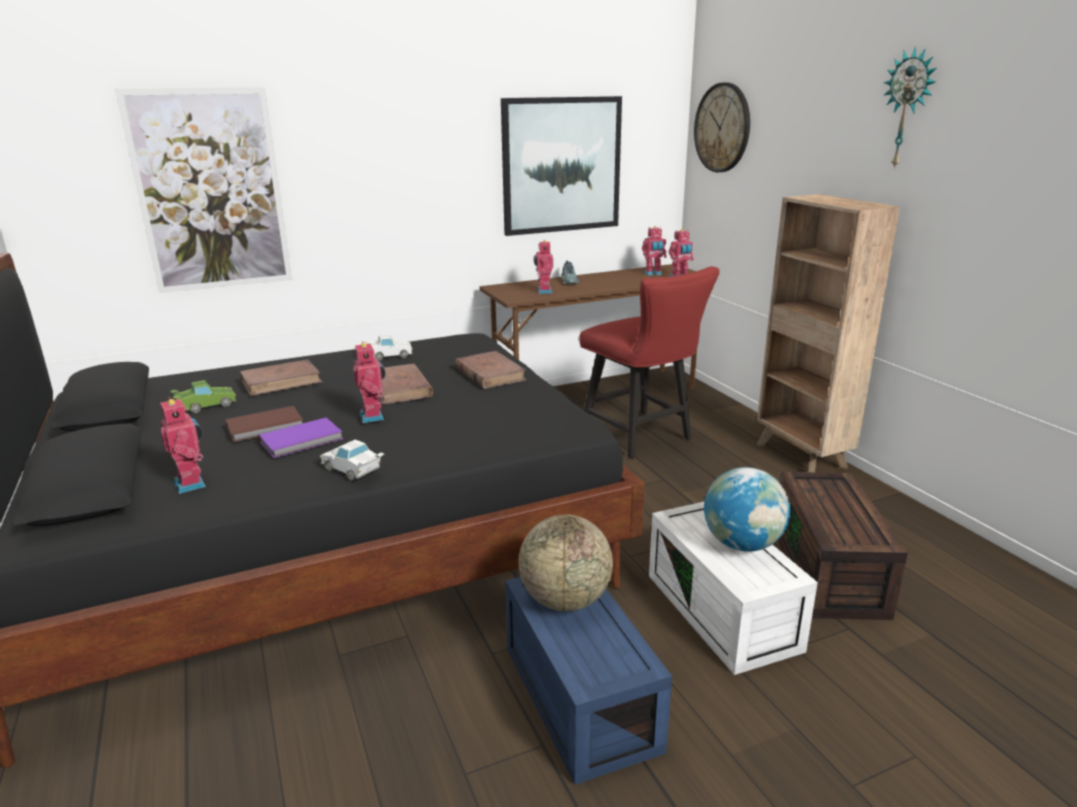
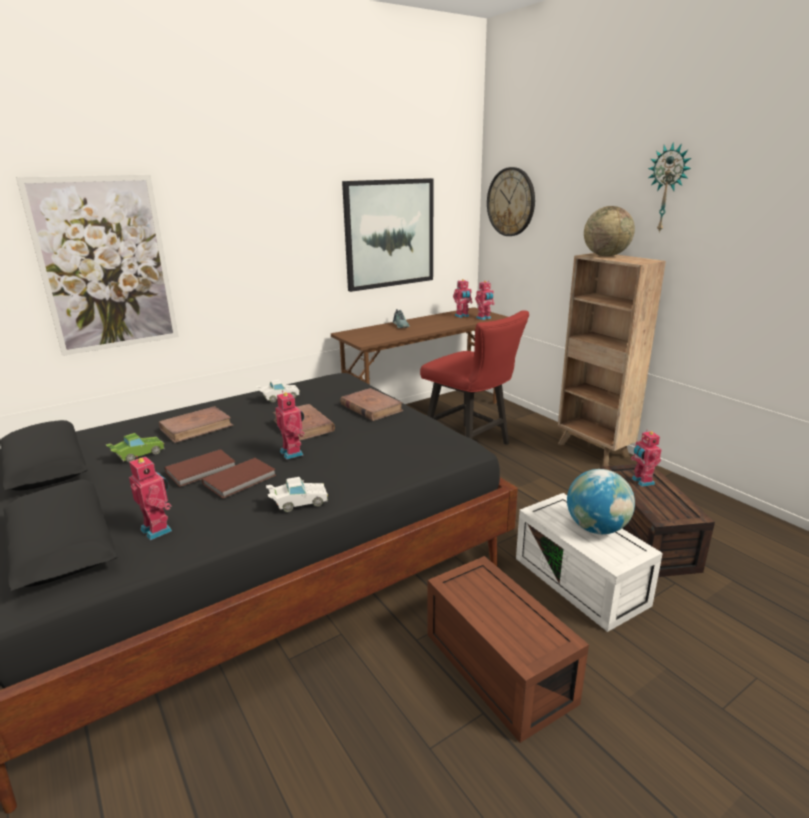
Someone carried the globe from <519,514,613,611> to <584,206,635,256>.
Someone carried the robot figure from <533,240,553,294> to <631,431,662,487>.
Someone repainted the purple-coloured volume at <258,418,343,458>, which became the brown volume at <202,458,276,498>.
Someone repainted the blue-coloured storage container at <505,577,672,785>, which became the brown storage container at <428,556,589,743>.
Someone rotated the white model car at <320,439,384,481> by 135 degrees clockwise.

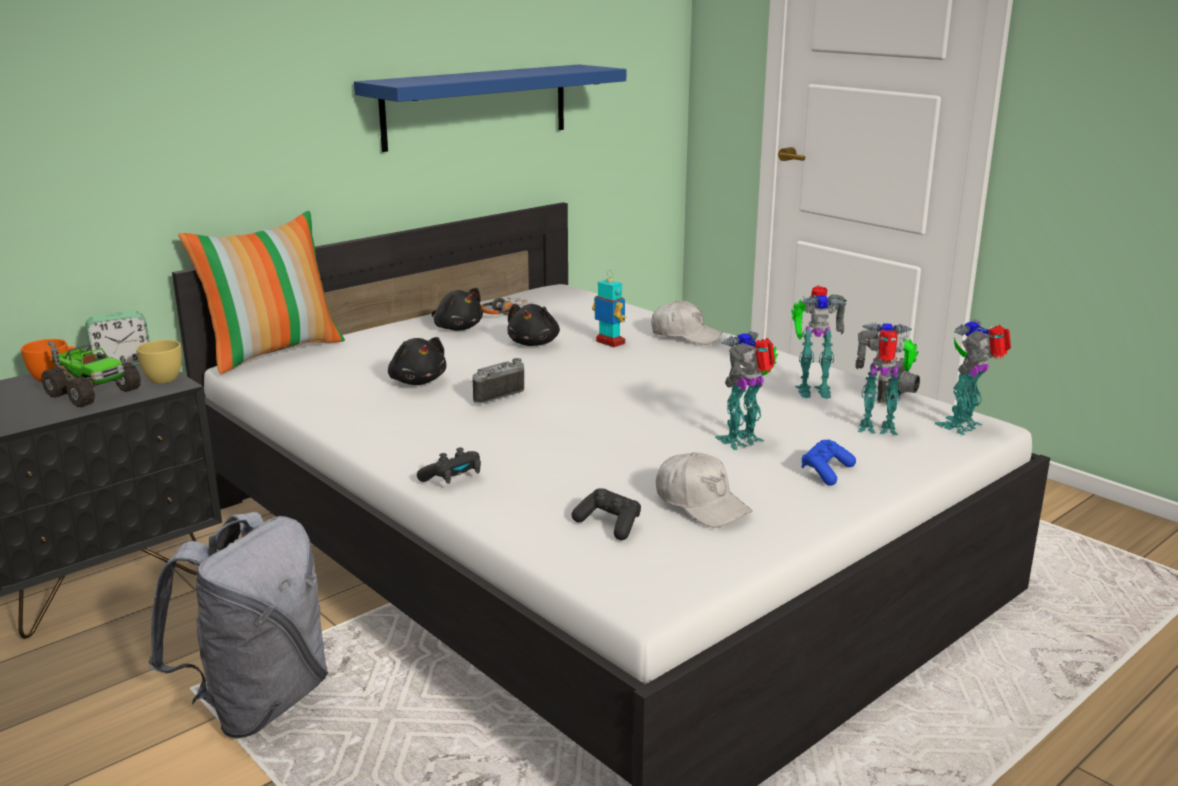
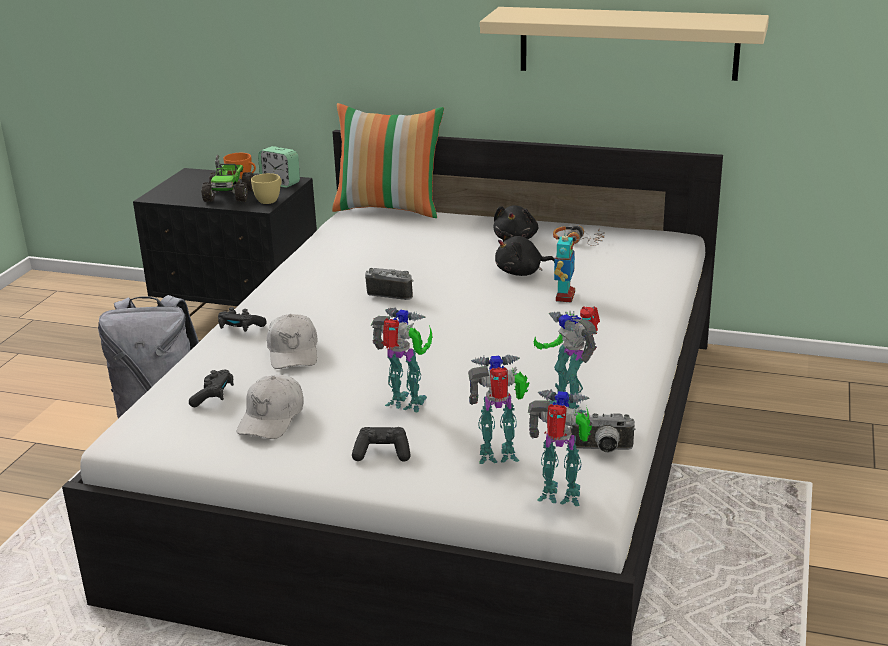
Someone took away the black-coloured cuddly toy at <388,337,446,385>.
Someone carried the white cap from <651,301,722,345> to <267,314,318,369>.
Someone repainted the blue-coloured bracket shelf at <354,64,626,152>, which became the sand-coloured bracket shelf at <480,7,769,81>.
Someone repainted the blue-coloured gamepad at <801,439,856,486>, which became the black-coloured gamepad at <352,427,410,462>.
Someone rotated the robot figure at <855,322,918,435> by 75 degrees counterclockwise.

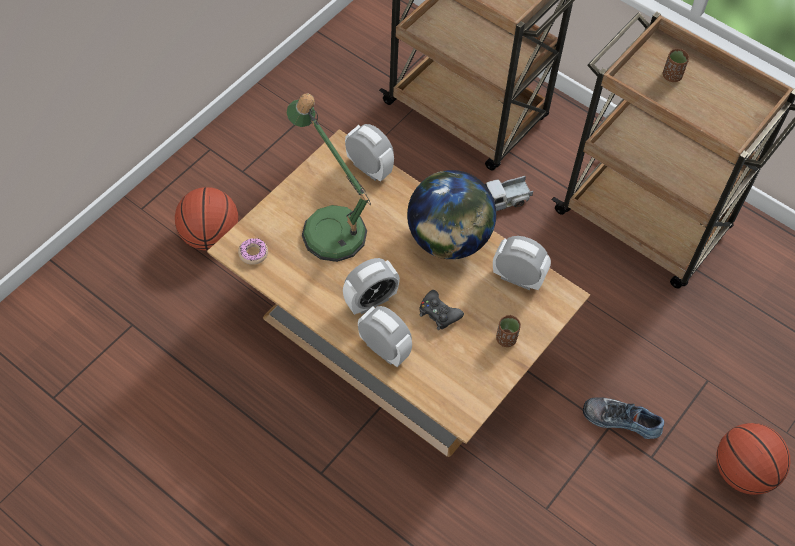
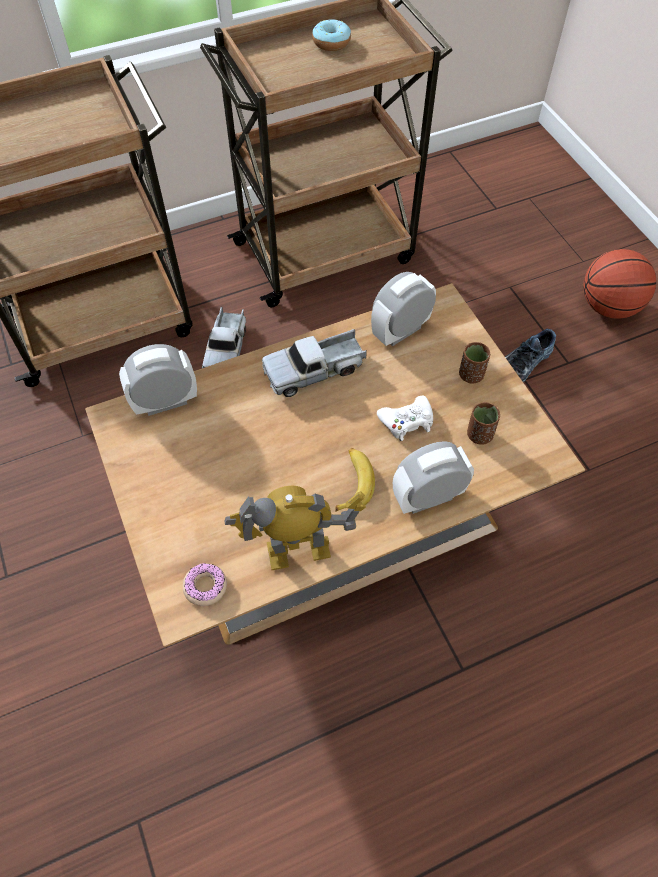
Someone took away the basketball ball at <175,187,239,251>.
Someone took away the tabletop lamp at <286,93,371,262>.
Someone put down the robot figure at <224,486,366,570>.
Someone put down the donut at <312,19,351,51>.
Someone carried the brown small cup from <663,49,689,82> to <467,402,500,445>.
Someone swapped the alarm clock at <343,258,400,315> for the banana fruit at <335,448,375,512>.
Someone swapped the globe at <407,170,496,259> for the toy truck at <262,329,367,397>.
Someone repainted the black-coloured gamepad at <419,290,464,330>, which became the white gamepad at <377,396,433,441>.

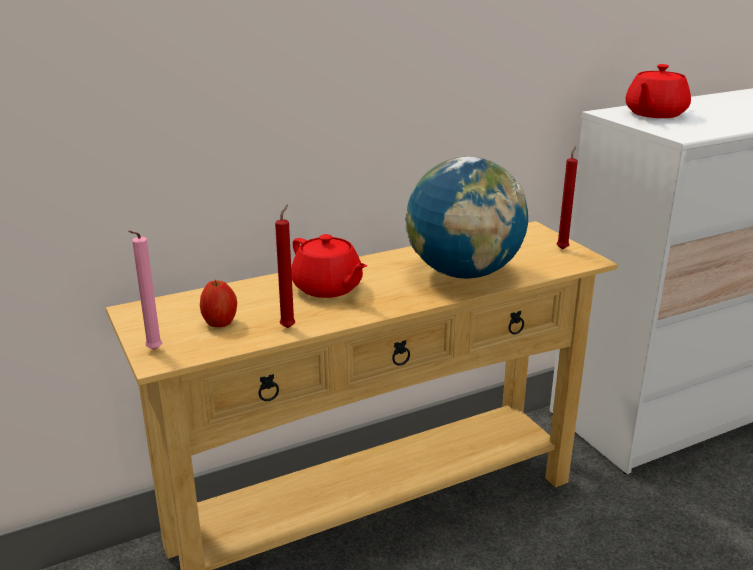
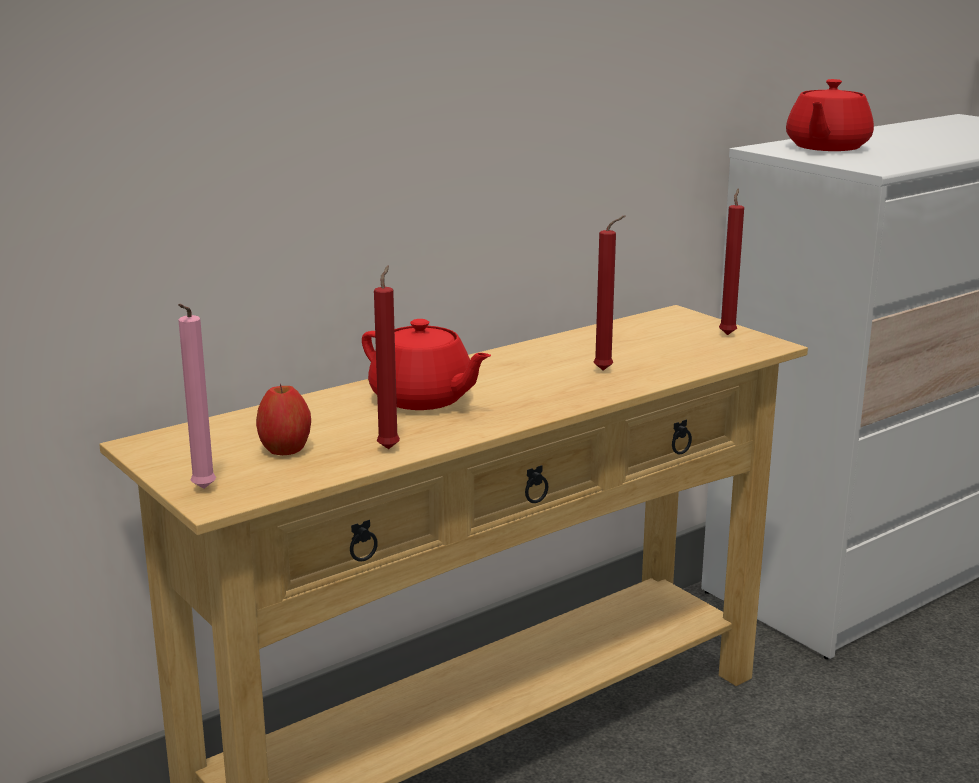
Someone swapped the globe at <405,157,528,279> for the red wax light at <594,215,625,370>.

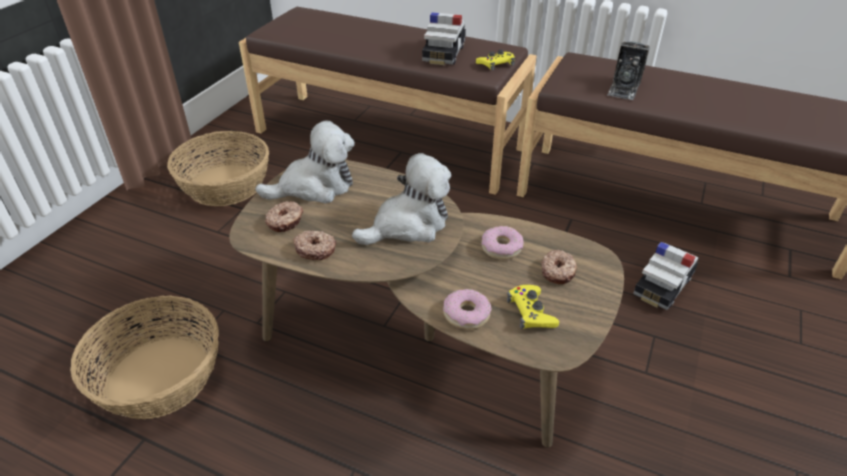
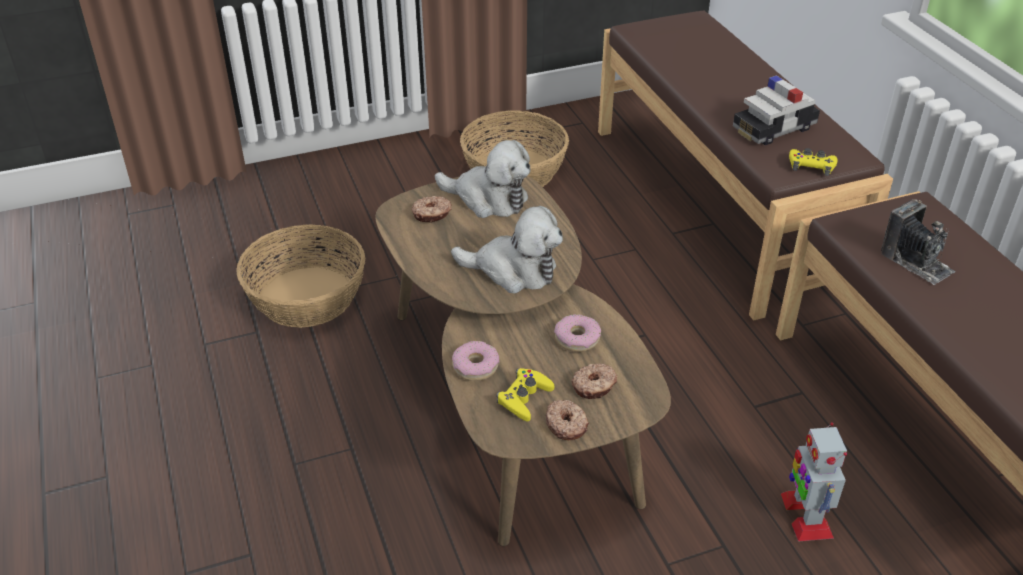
Someone carried the donut from <294,231,336,260> to <546,400,589,440>.
Someone swapped the model car at <633,242,699,310> for the robot figure at <781,422,847,542>.
Someone rotated the photo camera at <607,41,650,100> by 105 degrees counterclockwise.

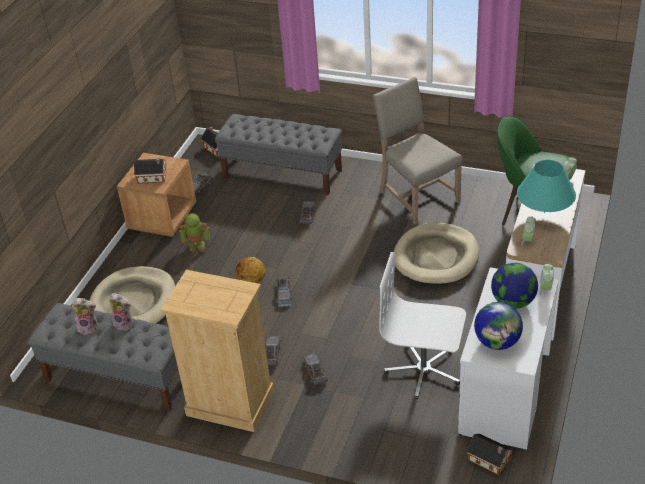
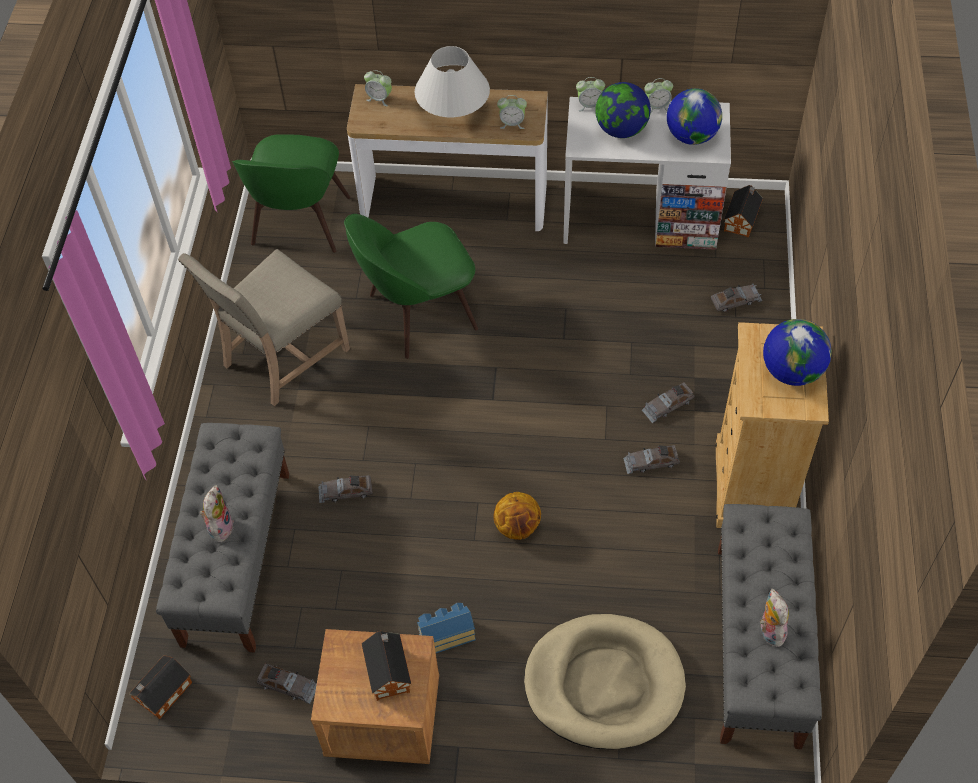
Someone took away the white computer chair at <379,252,466,399>.
Someone put down the alarm clock at <644,78,673,113>.
Someone put down the globe at <763,319,832,386>.
Someone carried the cuddly toy from <109,293,133,331> to <200,485,234,542>.
Someone carried the gray model car from <276,277,293,307> to <711,283,762,312>.
Someone swapped the robot figure at <179,213,210,252> for the model house at <417,603,476,653>.
Someone swapped the sand-coloured pet bed at <394,222,479,285> for the green-coloured chair at <344,214,478,359>.
Someone repainted the blue-green tabletop lamp at <517,160,576,213>, which became the white tabletop lamp at <415,46,490,117>.

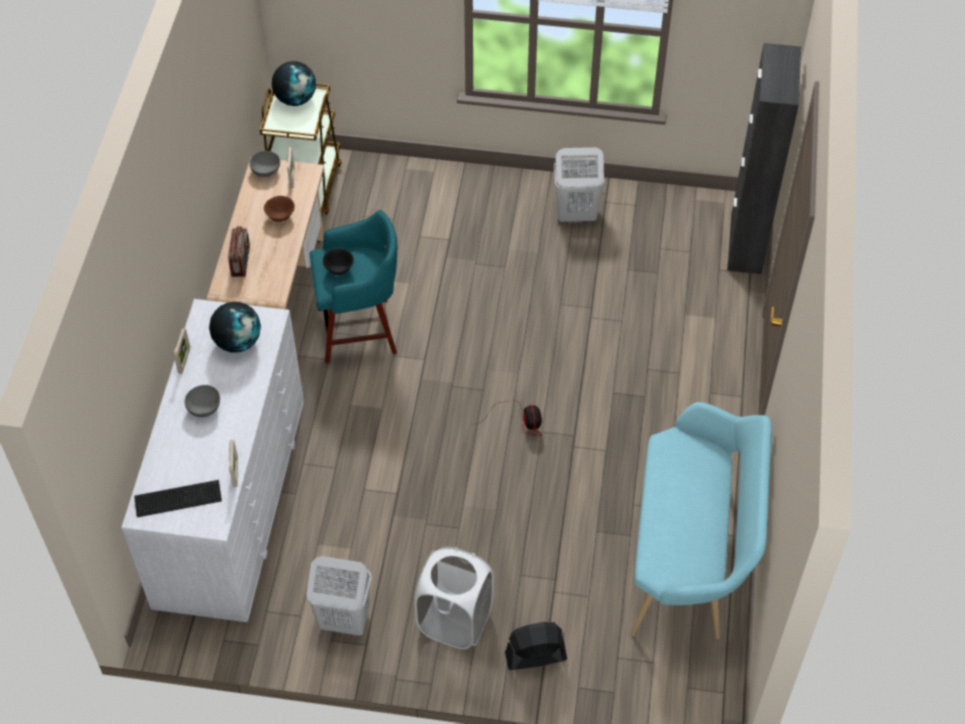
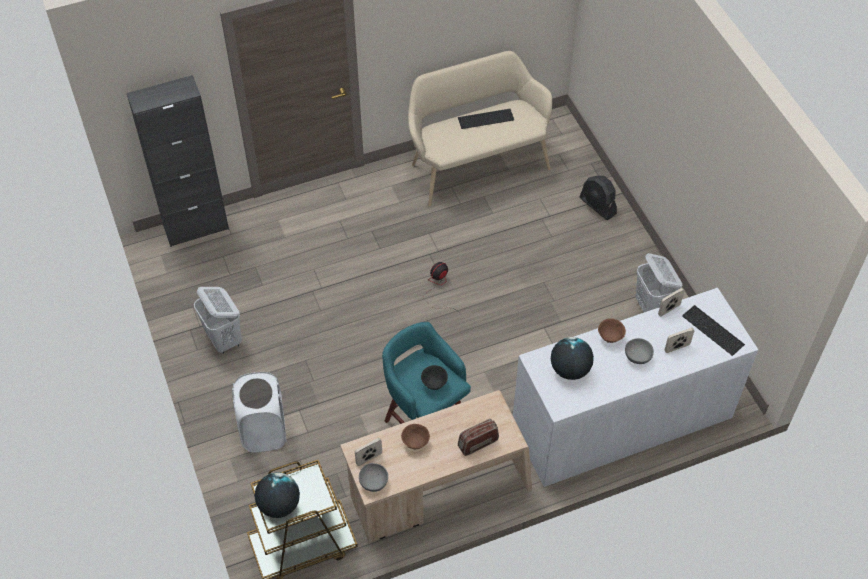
Someone put down the computer keyboard at <458,109,514,129>.
Someone put down the brown bowl at <598,318,626,343>.
Someone carried the picture frame from <174,328,190,374> to <665,328,694,353>.
Someone carried the white washing basket from <414,546,494,649> to <232,372,286,452>.
Someone repainted the blue-green bench at <631,402,772,639>, which became the sand-coloured bench at <408,51,552,207>.

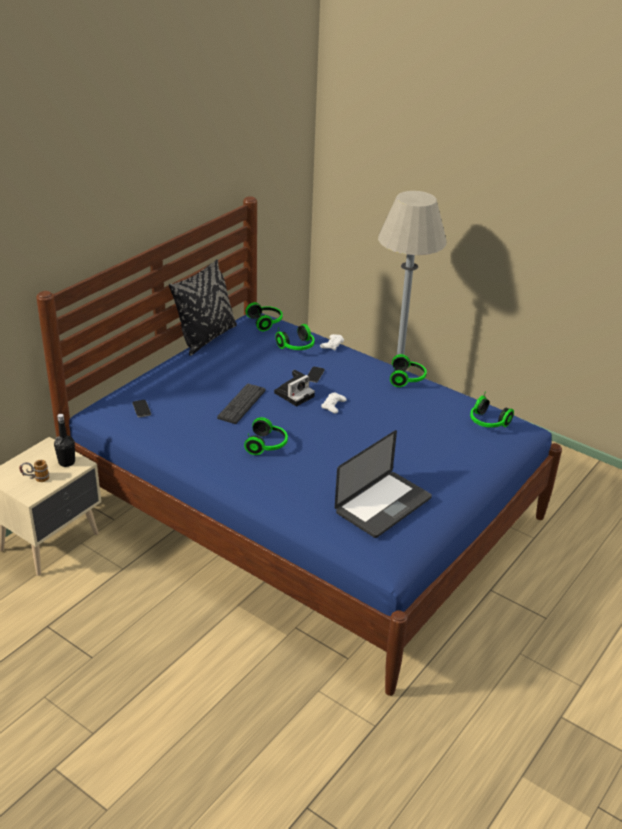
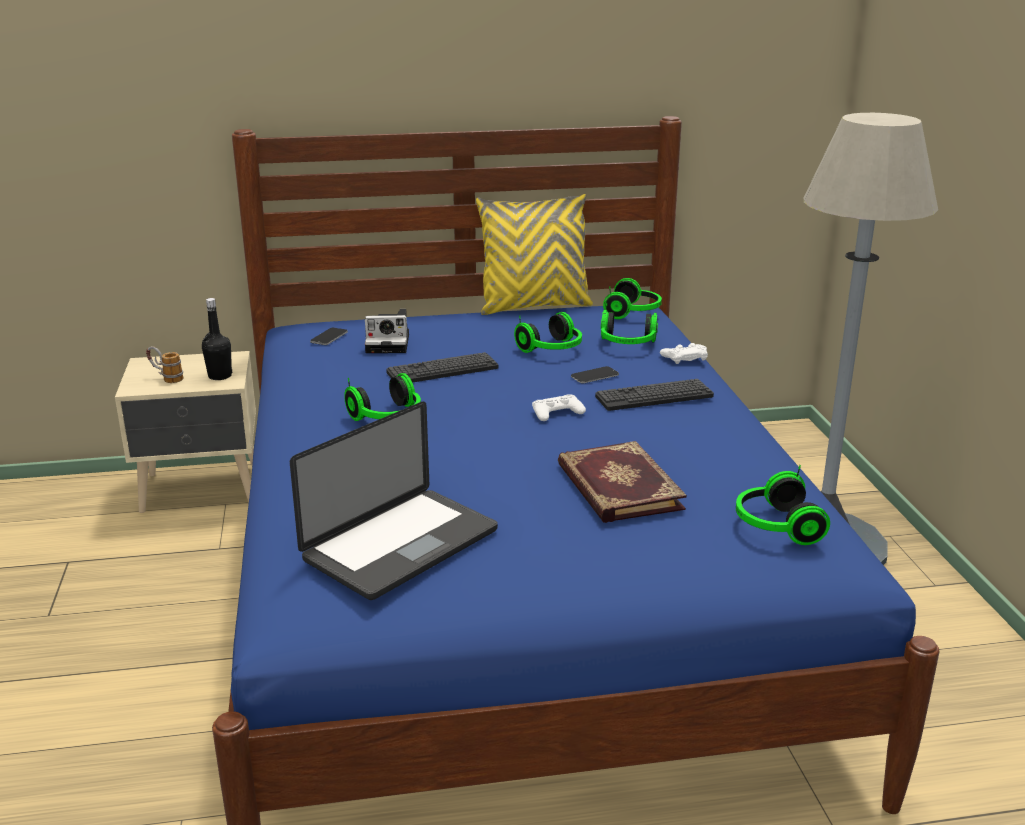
Someone put down the volume at <558,441,687,523>.
Someone put down the computer keyboard at <595,379,714,411>.
Someone carried the photo camera from <274,370,315,407> to <365,309,409,353>.
Someone carried the headset from <390,354,427,387> to <514,312,582,353>.
Someone repainted the black-coloured cushion at <169,259,237,356>, which became the yellow-coloured cushion at <476,194,593,315>.
Someone rotated the notebook computer at <335,430,432,538> by 45 degrees counterclockwise.

